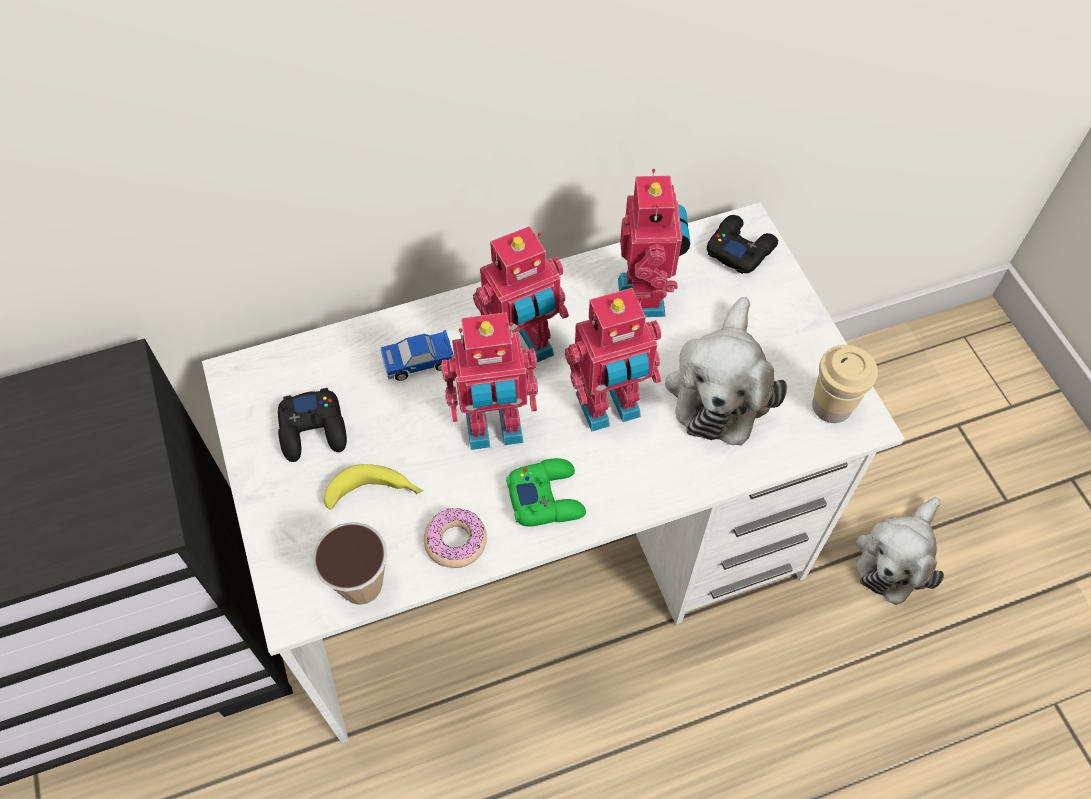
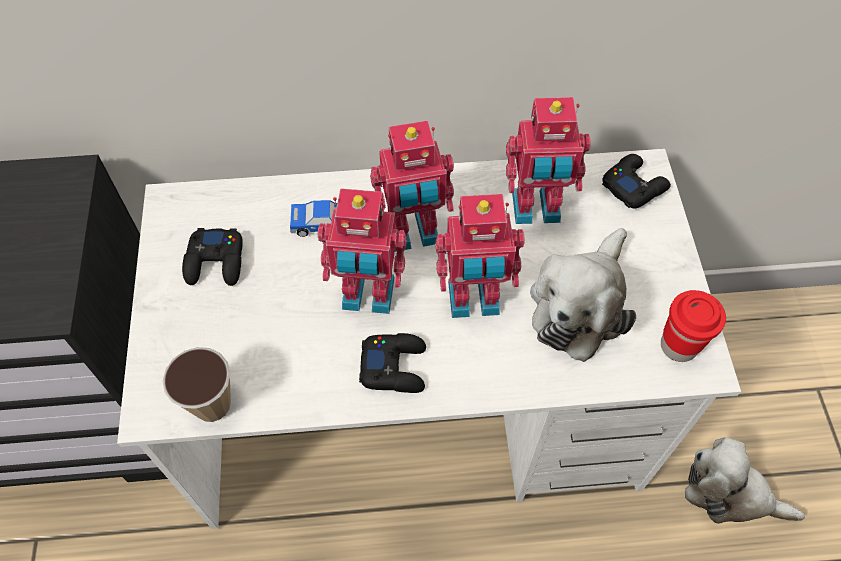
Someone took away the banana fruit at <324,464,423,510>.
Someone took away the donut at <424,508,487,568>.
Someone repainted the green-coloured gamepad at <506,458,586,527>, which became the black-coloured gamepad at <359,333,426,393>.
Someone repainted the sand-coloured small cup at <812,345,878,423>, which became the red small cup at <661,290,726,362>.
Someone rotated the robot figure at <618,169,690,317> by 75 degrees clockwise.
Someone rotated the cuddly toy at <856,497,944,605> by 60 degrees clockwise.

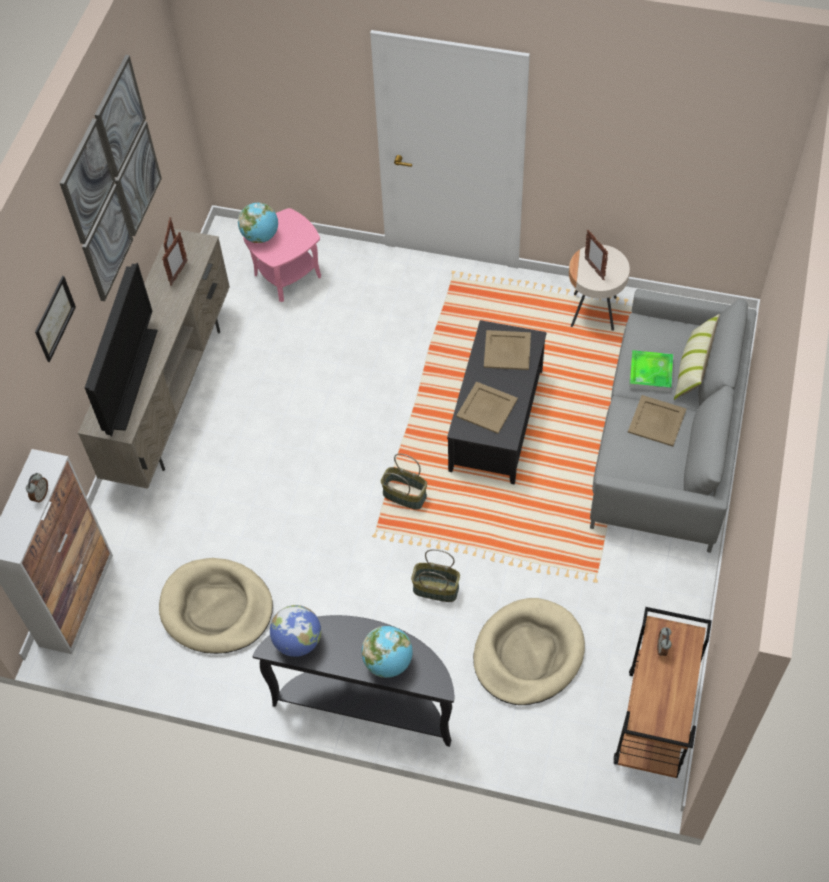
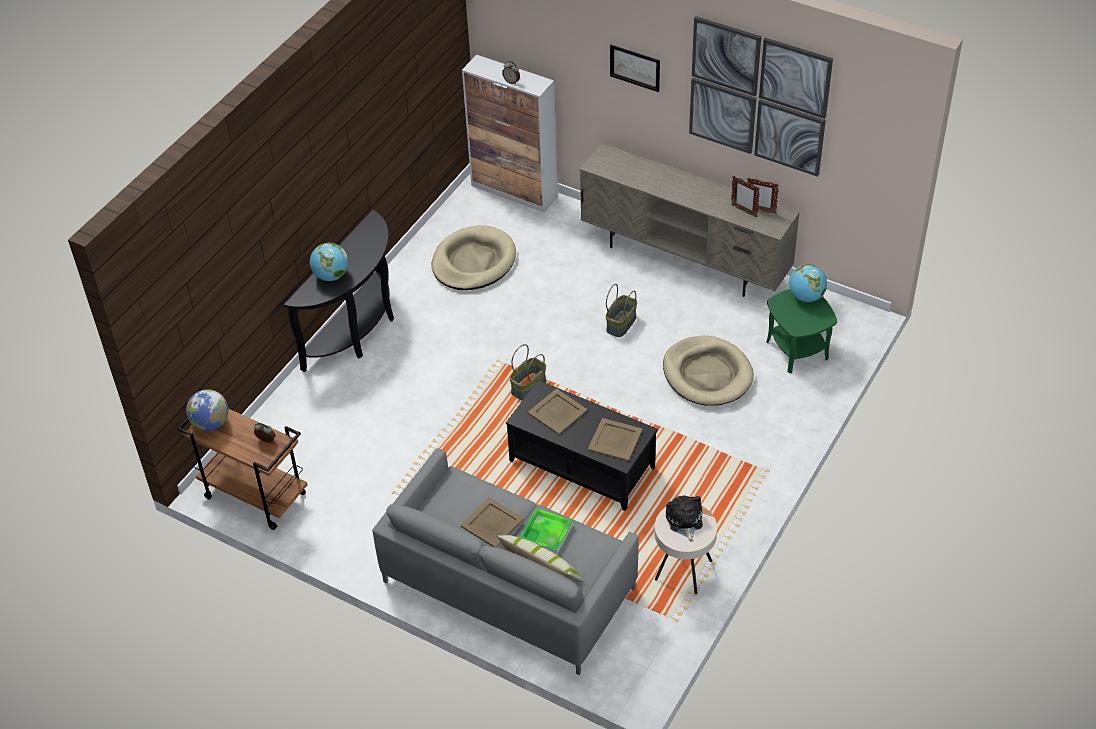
Someone took away the TV at <85,262,158,437>.
Someone carried the globe from <270,605,321,657> to <186,389,228,431>.
Someone carried the household basket from <411,549,460,602> to <606,284,637,337>.
Someone carried the sand-coloured pet bed from <473,598,585,705> to <663,336,754,406>.
Someone swapped the picture frame at <585,230,608,280> for the cuddly toy at <666,495,703,542>.
Someone repainted the pink-coloured end table at <243,208,321,302>, which became the green-coloured end table at <766,289,837,373>.

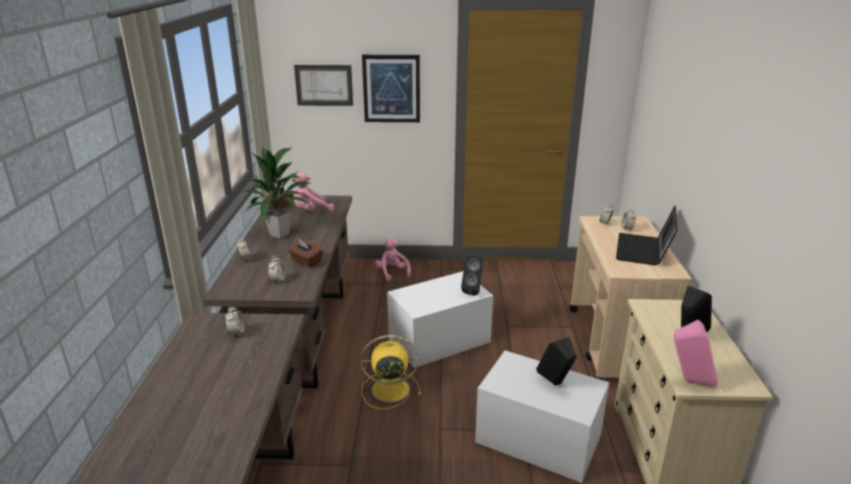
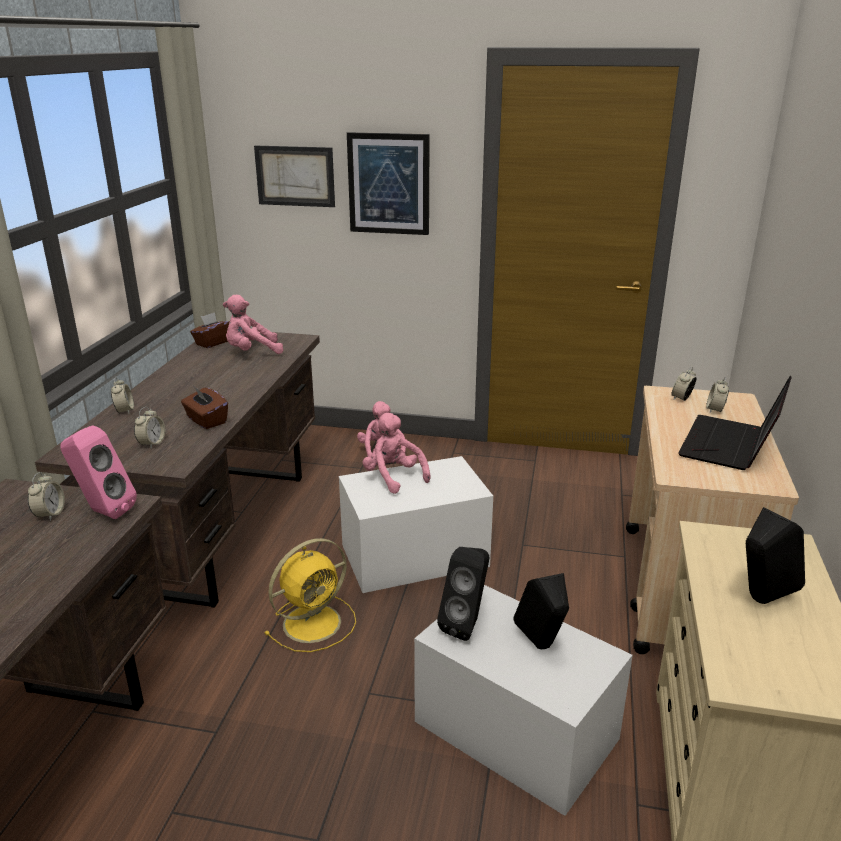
Someone took away the potted plant at <241,146,311,238>.
Someone put down the pink-coloured cuddly toy at <363,413,430,494>.
Someone carried the black-coloured loudspeaker from <461,249,484,296> to <437,547,490,641>.
Someone carried the pink-coloured loudspeaker from <674,320,718,387> to <60,425,137,519>.
Someone rotated the yellow-coloured electric fan at <361,335,421,409> by 135 degrees clockwise.

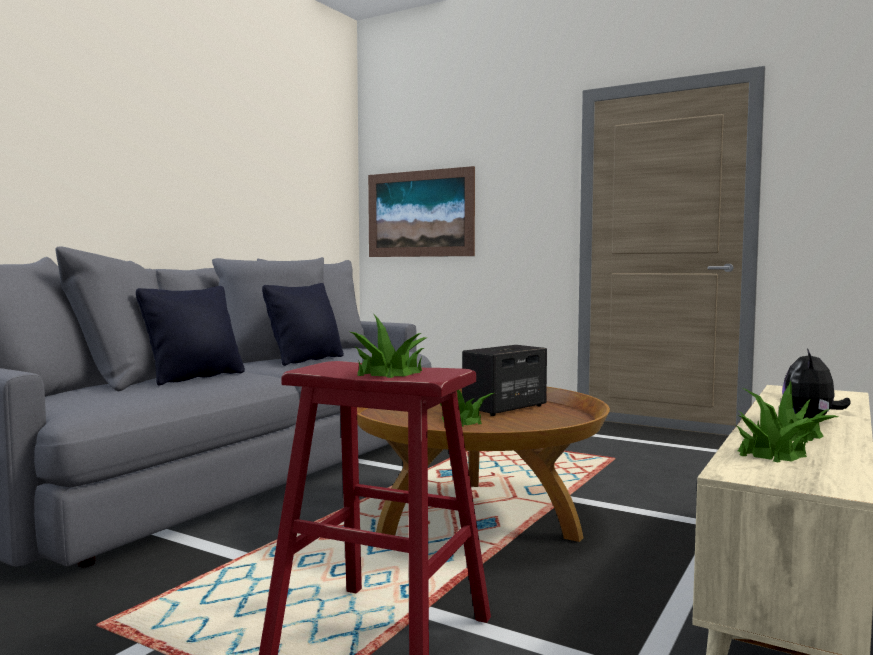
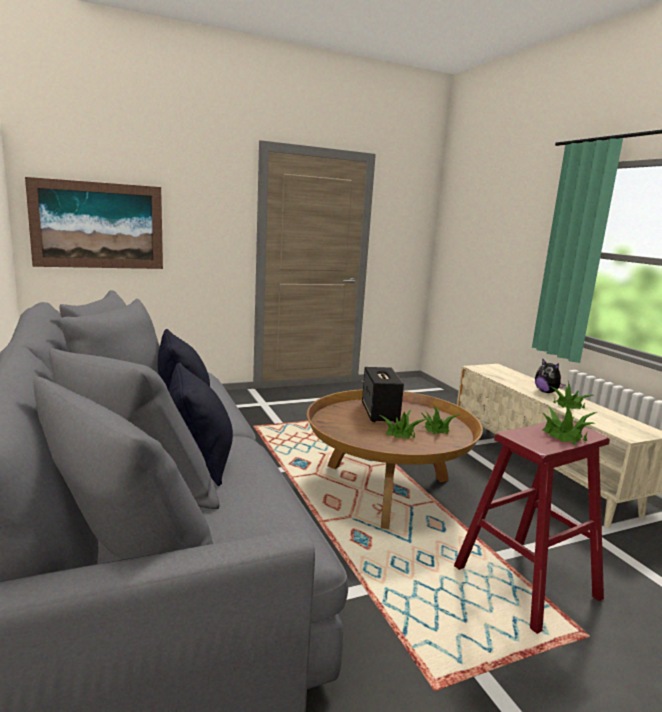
Someone carried the potted plant from <736,395,816,462> to <422,406,459,434>.

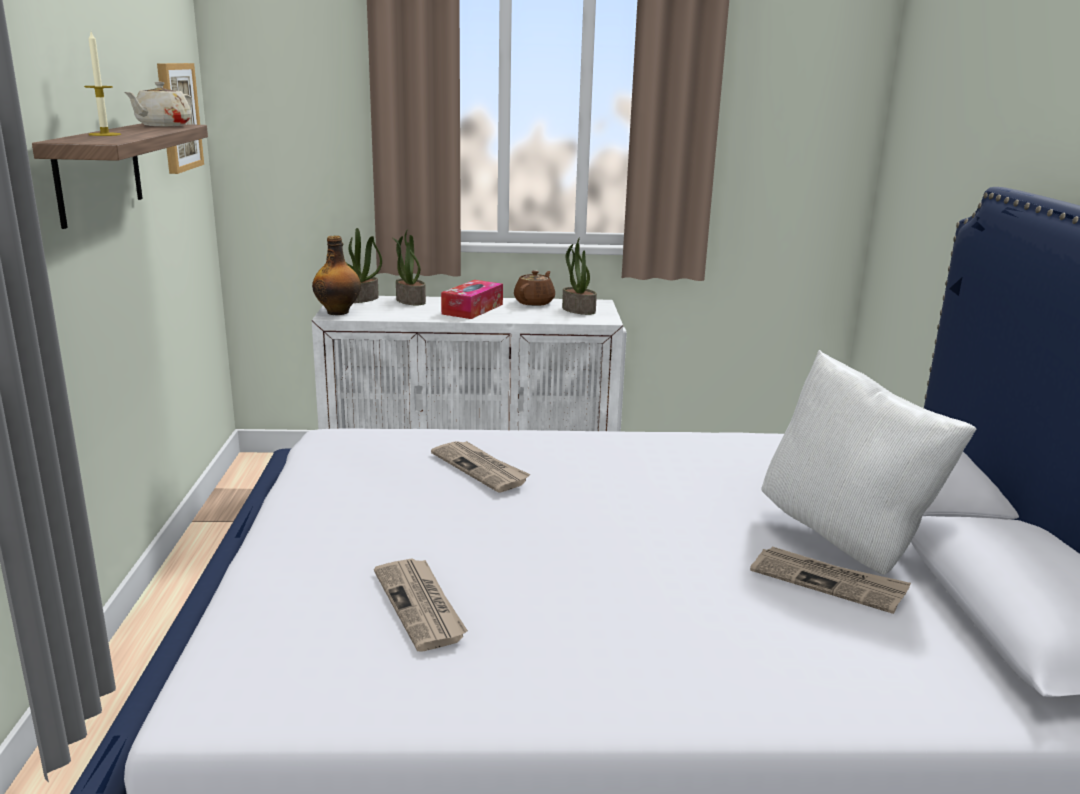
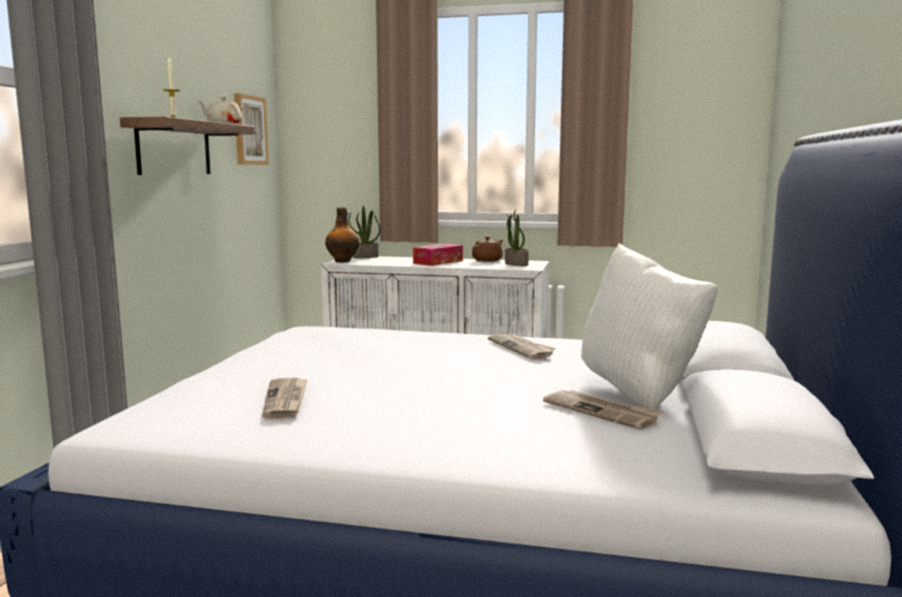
Someone took away the potted plant at <393,230,426,305>.
Someone carried the newspaper from <431,441,531,492> to <488,334,556,359>.

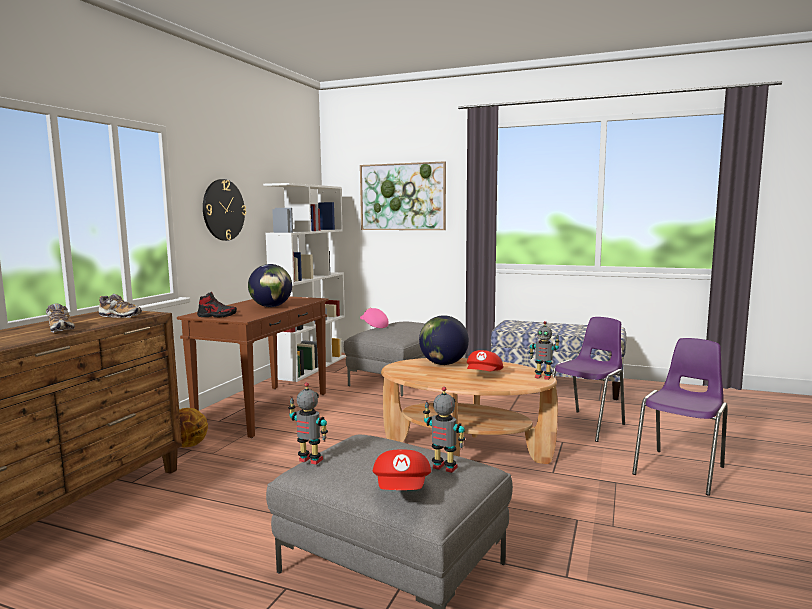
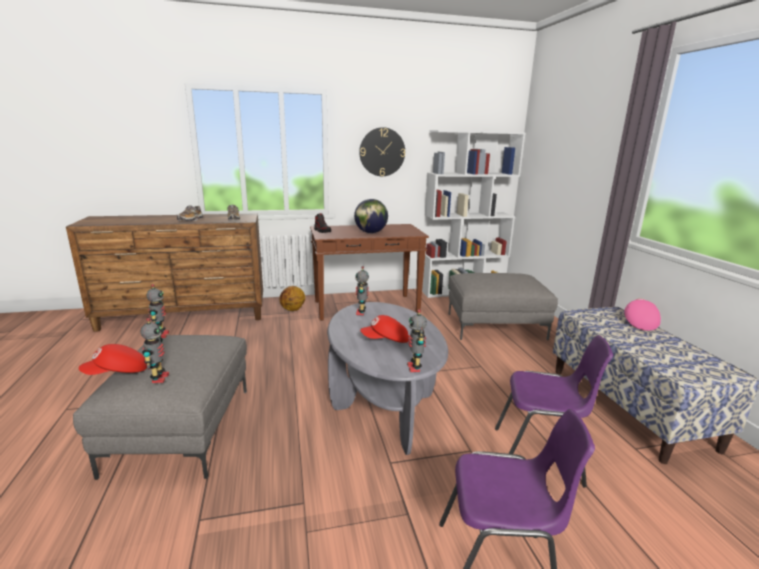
Someone took away the wall art at <360,161,446,230>.
Someone took away the globe at <419,315,469,365>.
Someone put down the robot figure at <355,266,369,315>.
Someone carried the pink-coloured cap from <360,308,389,328> to <624,299,661,331>.
Someone repainted the brown coffee table at <381,358,558,464>, which became the gray coffee table at <327,302,448,455>.

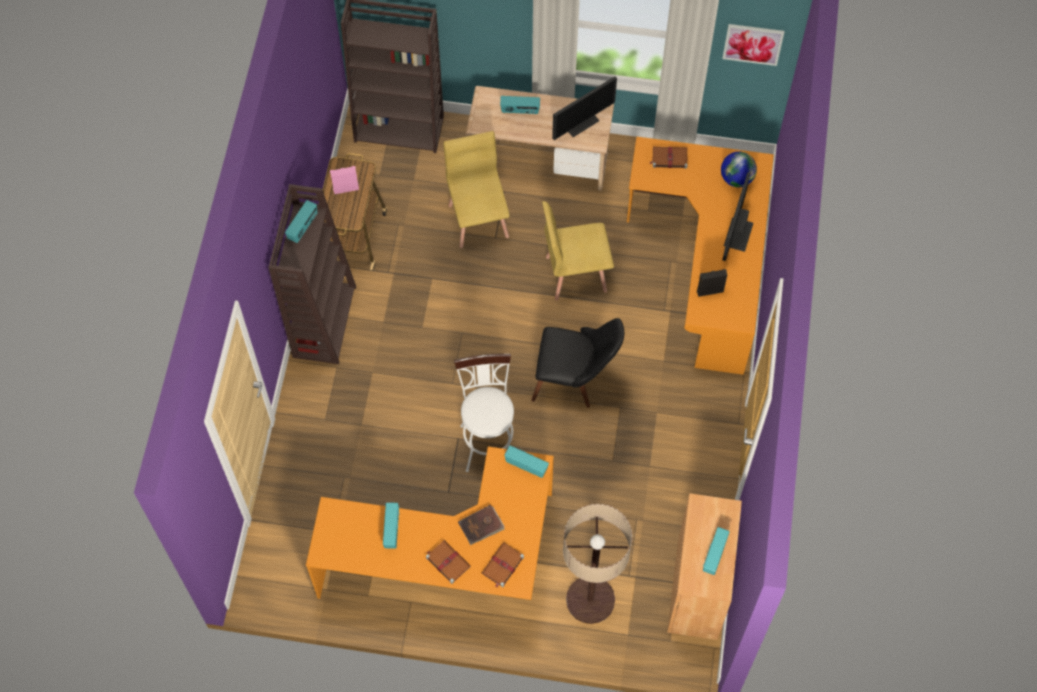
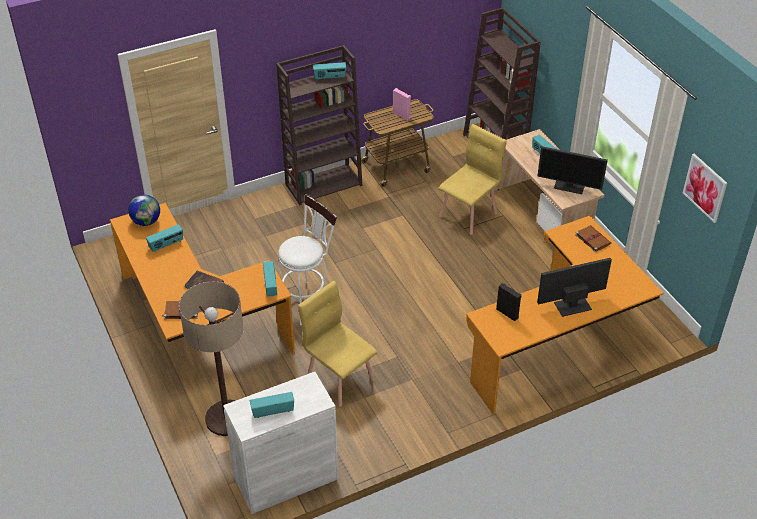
Someone took away the brown volume at <426,540,471,584>.
Someone took away the black-coloured chair at <532,318,624,408>.
Someone carried the yellow-coloured chair from <542,201,614,300> to <298,281,377,407>.
Someone carried the globe from <721,152,757,187> to <128,195,160,226>.
Someone repainted the brown cupboard at <667,493,742,640>, which became the white cupboard at <223,372,339,514>.

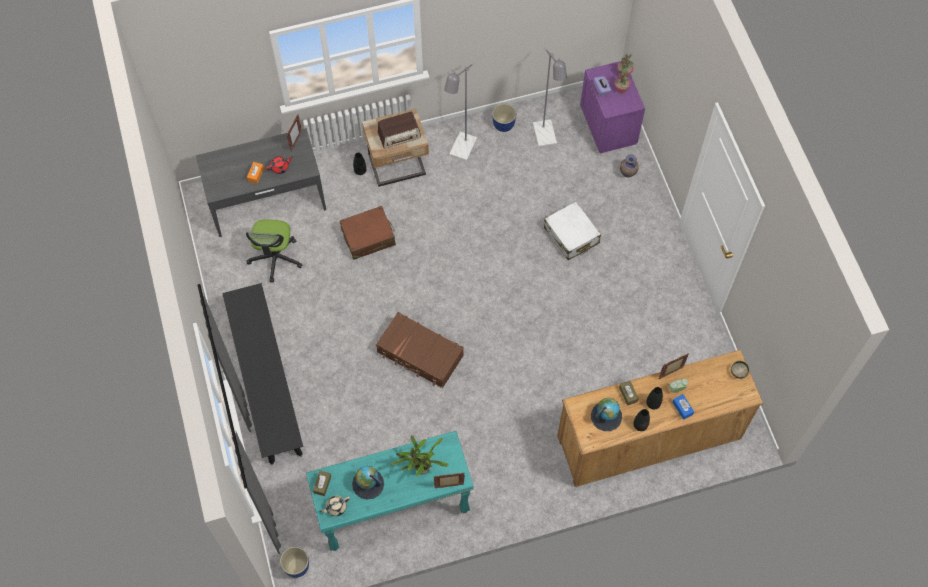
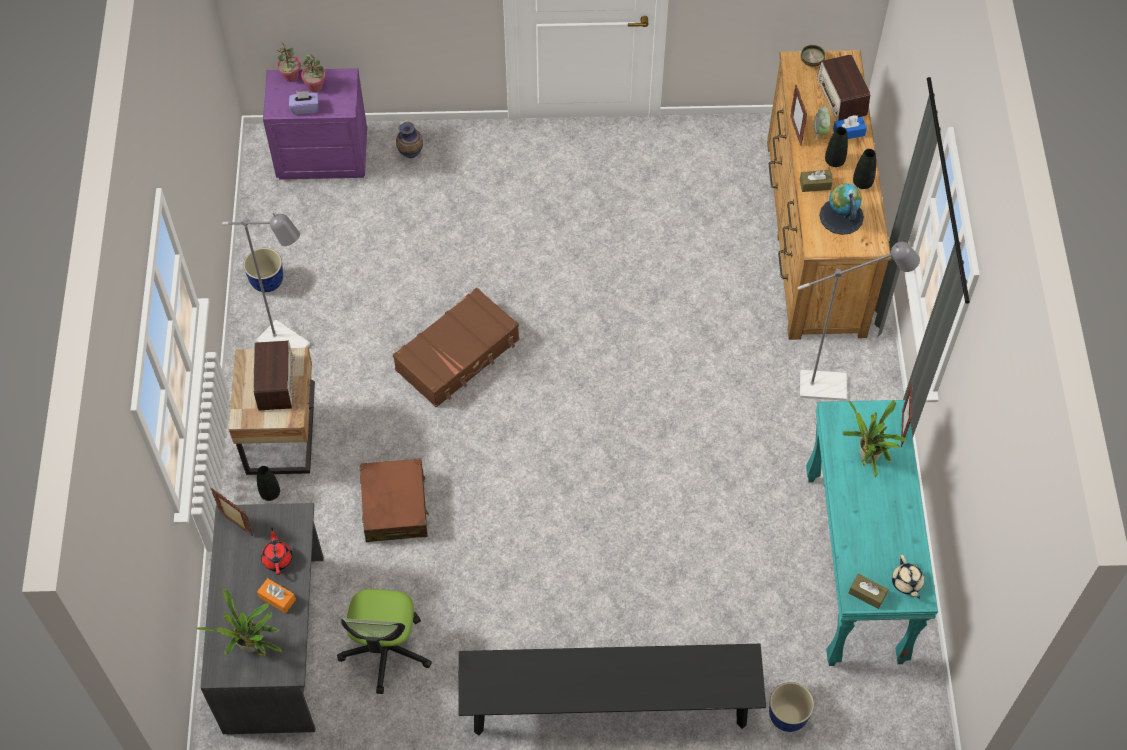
Someone took away the globe at <352,466,384,500>.
Someone took away the white suitcase at <544,202,601,260>.
Someone put down the potted plant at <197,589,283,656>.
Someone put down the radio at <817,54,870,121>.
Someone carried the planter from <280,547,309,578> to <769,682,814,732>.
Someone carried the brown suitcase from <376,312,464,388> to <393,287,519,408>.
Someone carried the gray standing lamp from <533,48,567,147> to <798,242,920,401>.
Someone rotated the computer chair at <246,219,303,283> by 75 degrees clockwise.

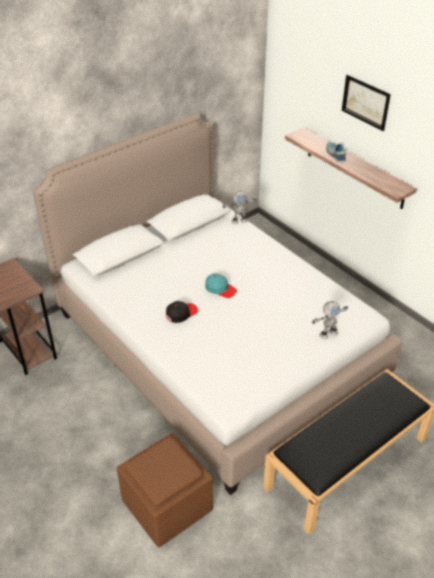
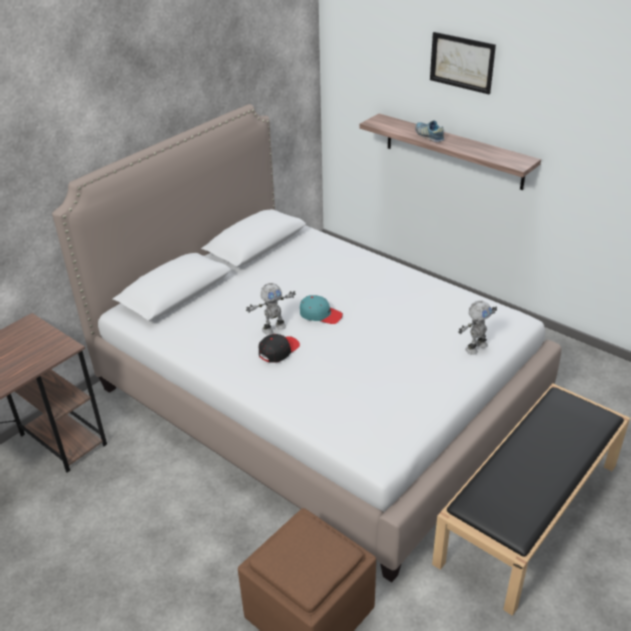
Someone carried the robot figure from <222,191,257,225> to <246,283,296,335>.

